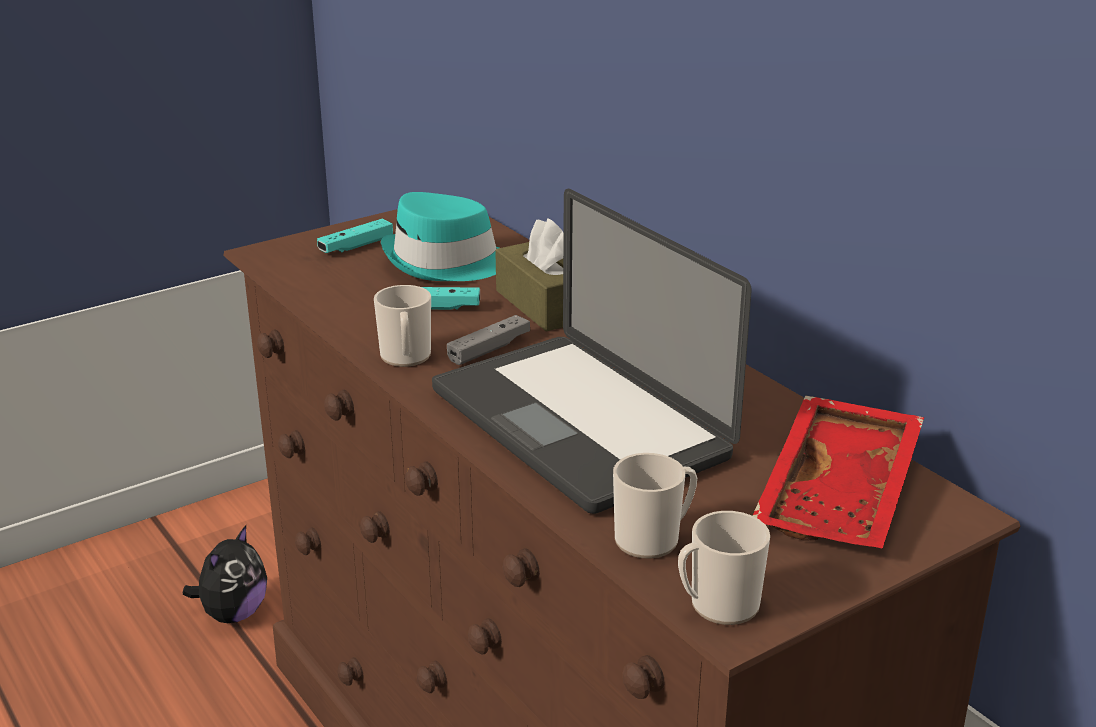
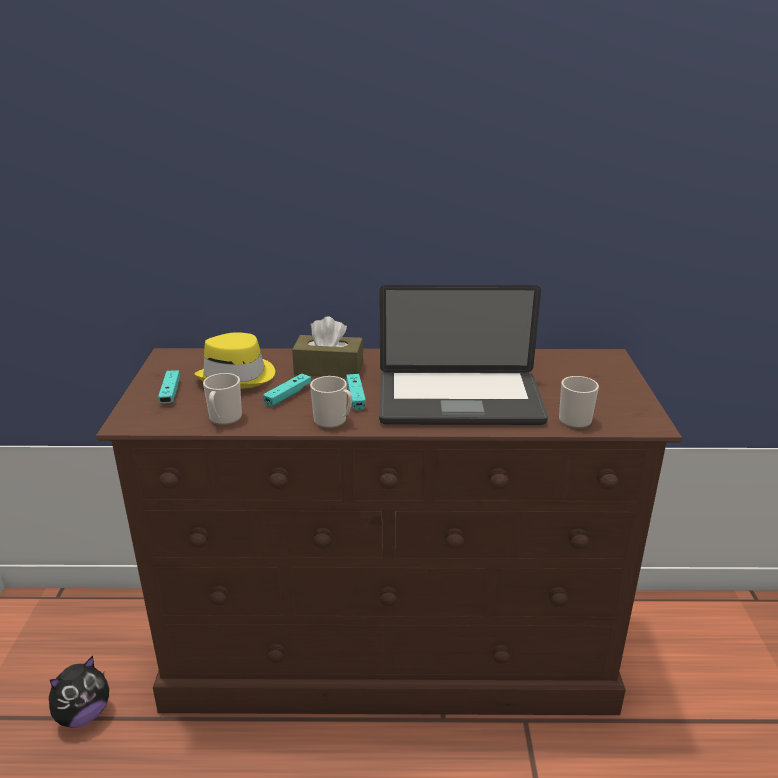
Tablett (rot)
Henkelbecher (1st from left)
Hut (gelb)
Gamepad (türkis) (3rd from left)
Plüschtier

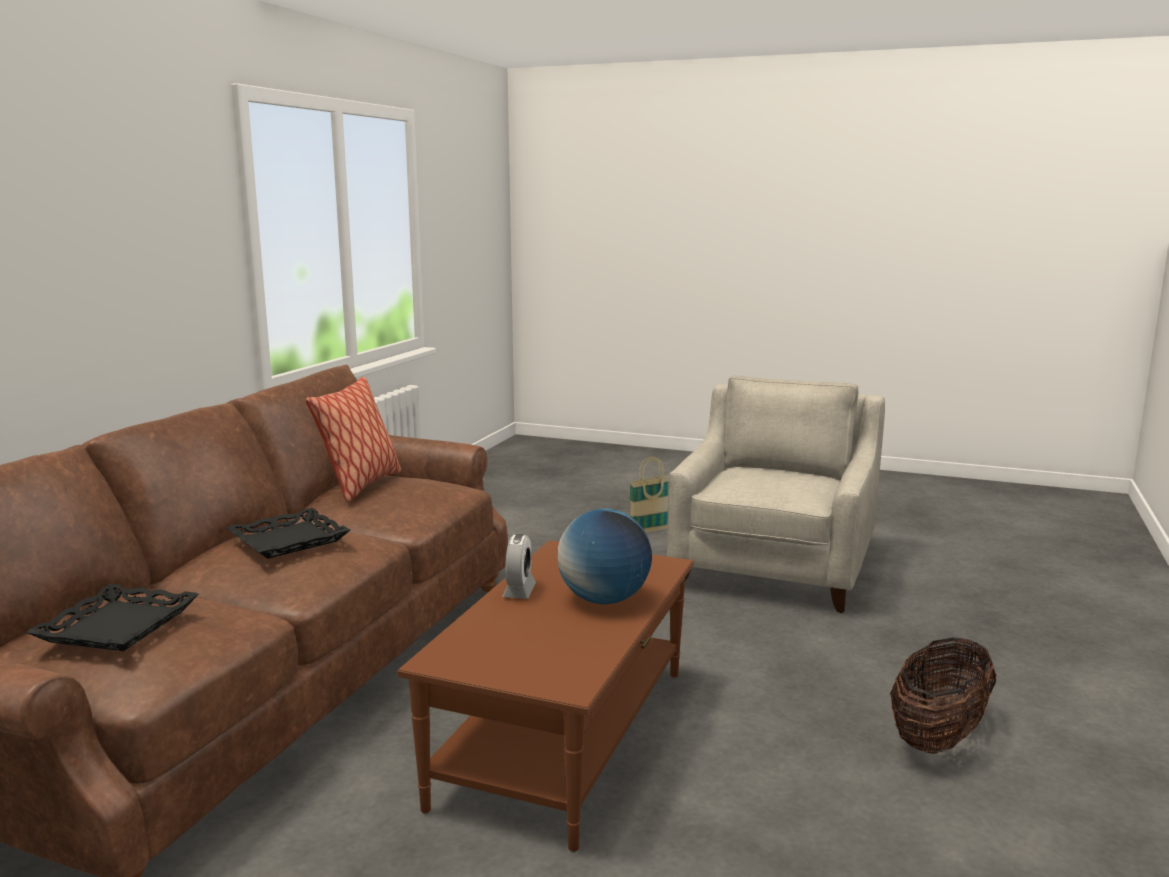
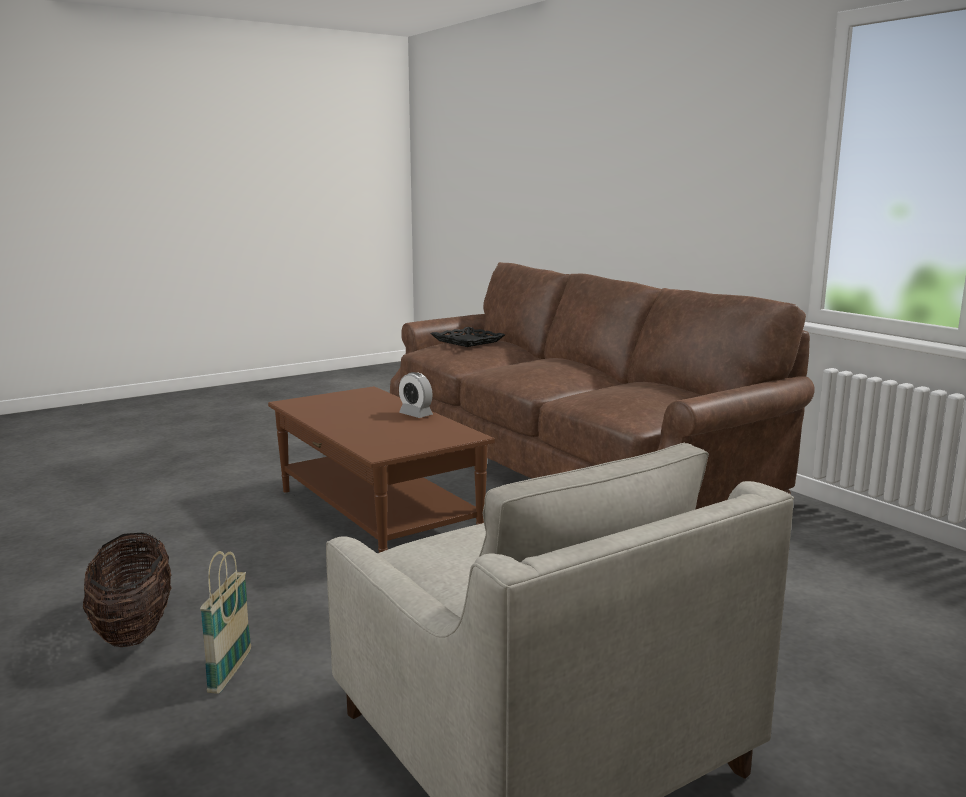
Tablett (schwarz) (2nd from left in the first image)
Kissen
Globus
Korb (2nd from left)

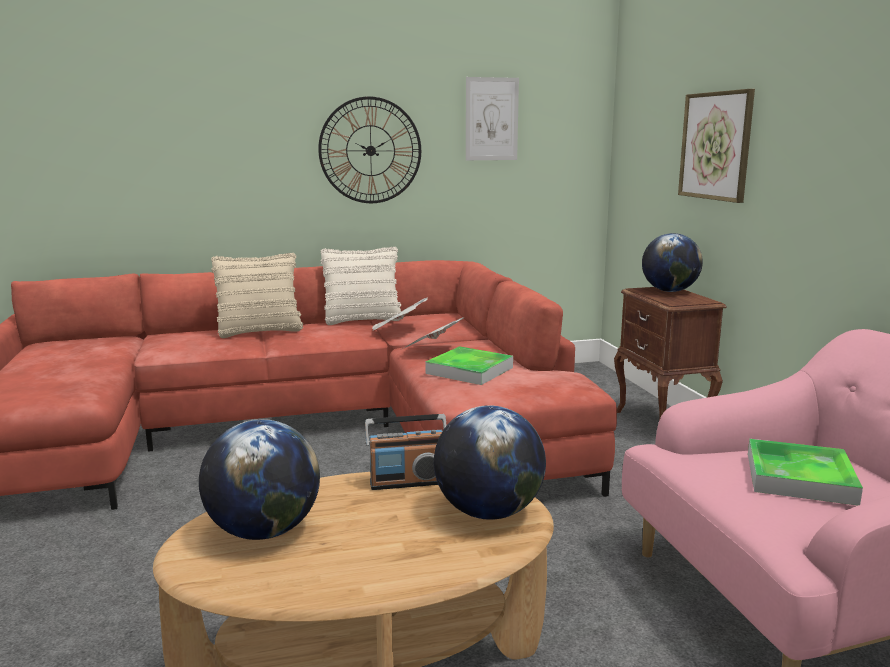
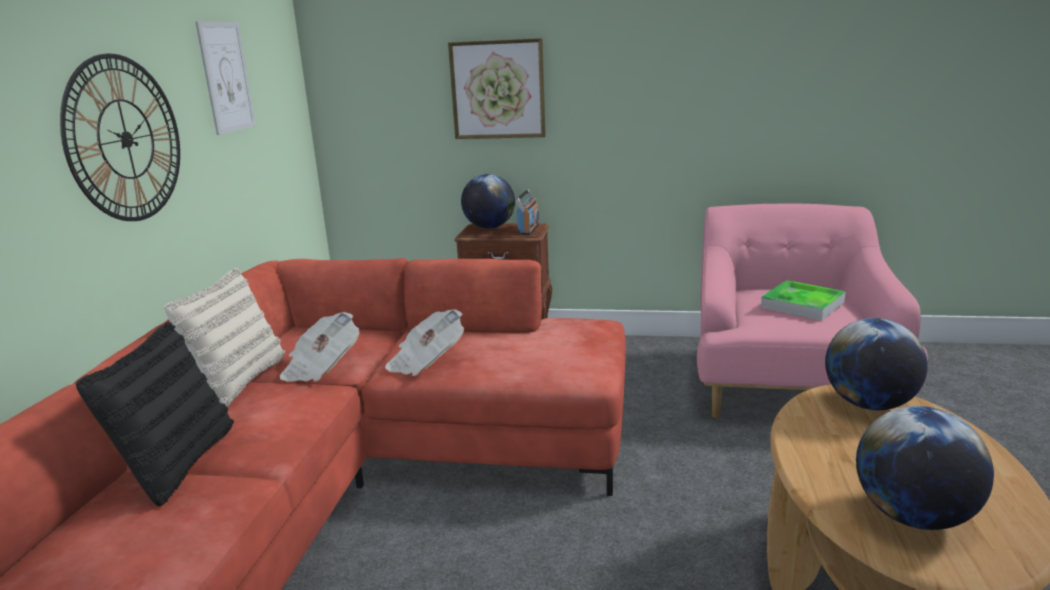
Tablett (1st from left in the first image)
Radio
Kissen (schwarz)

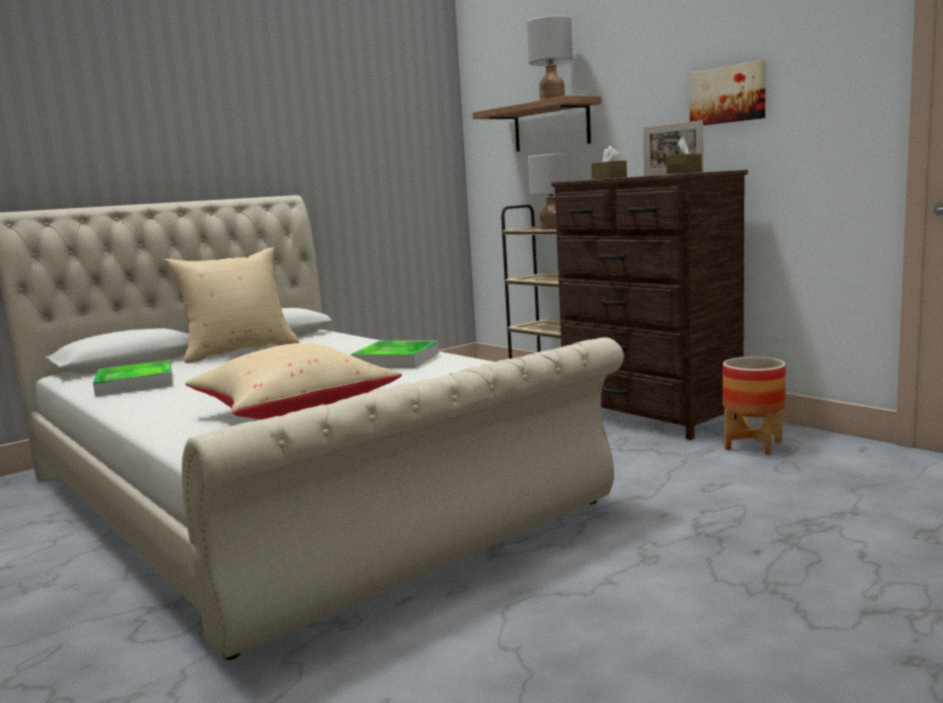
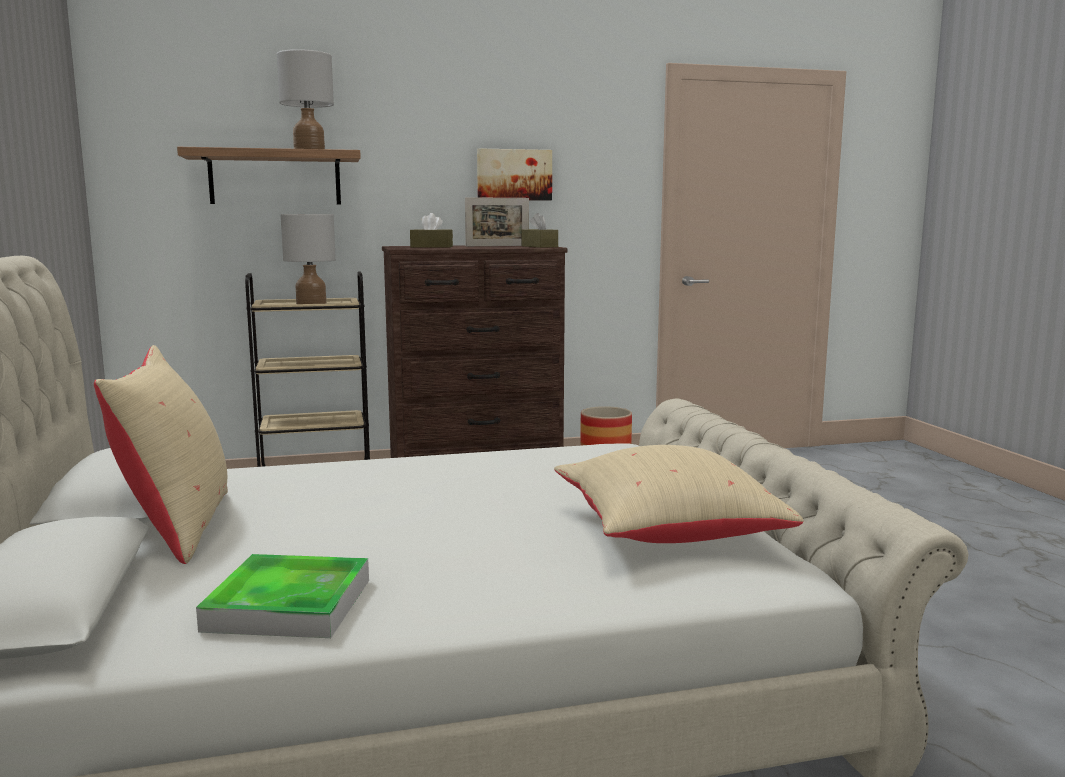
Tablett (2nd from left in the first image)

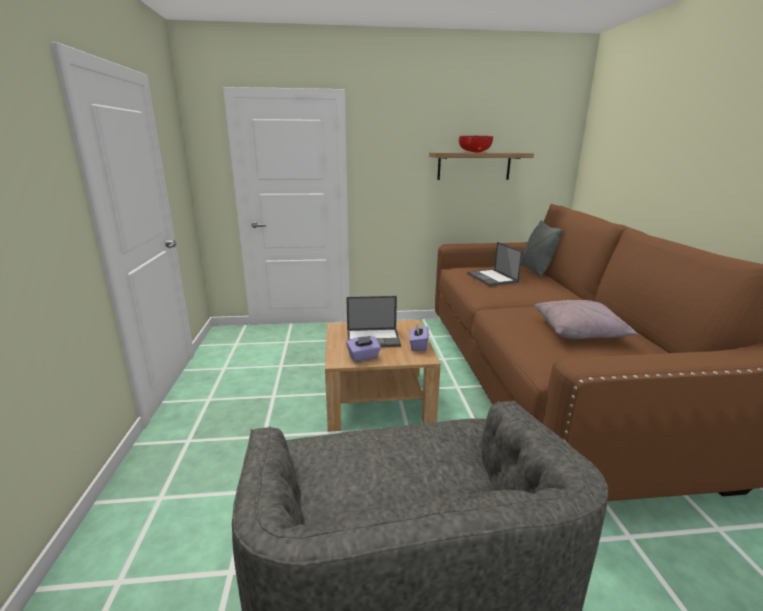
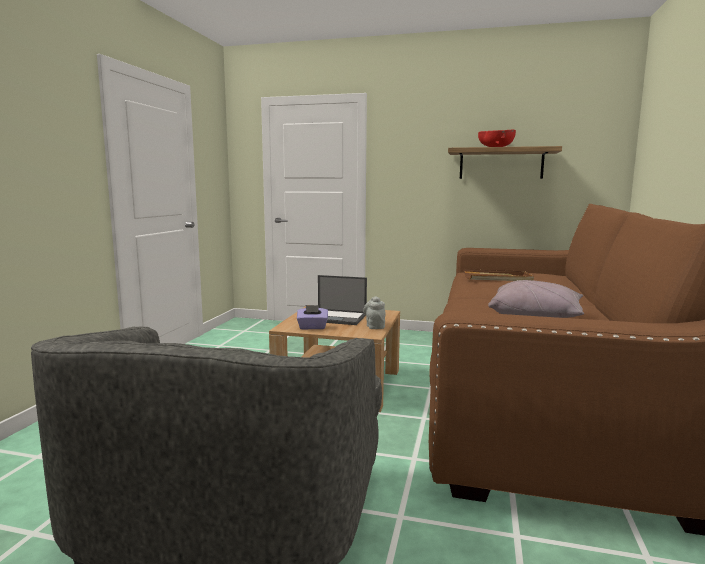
Kissen (grau)
Teekanne (grau)
Tablett (braun)

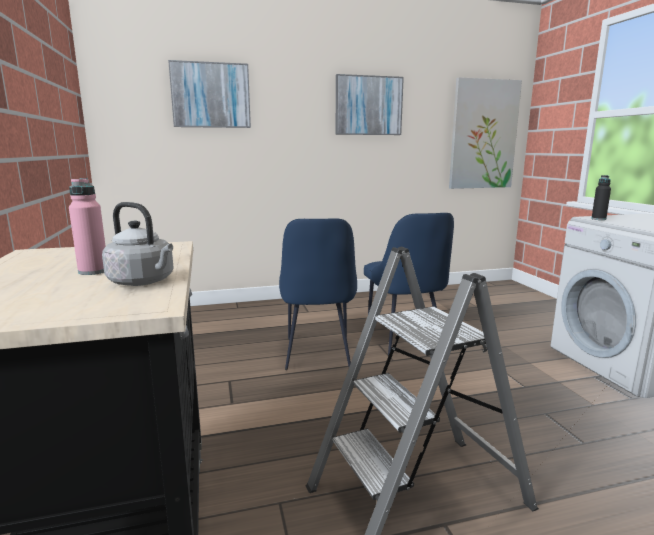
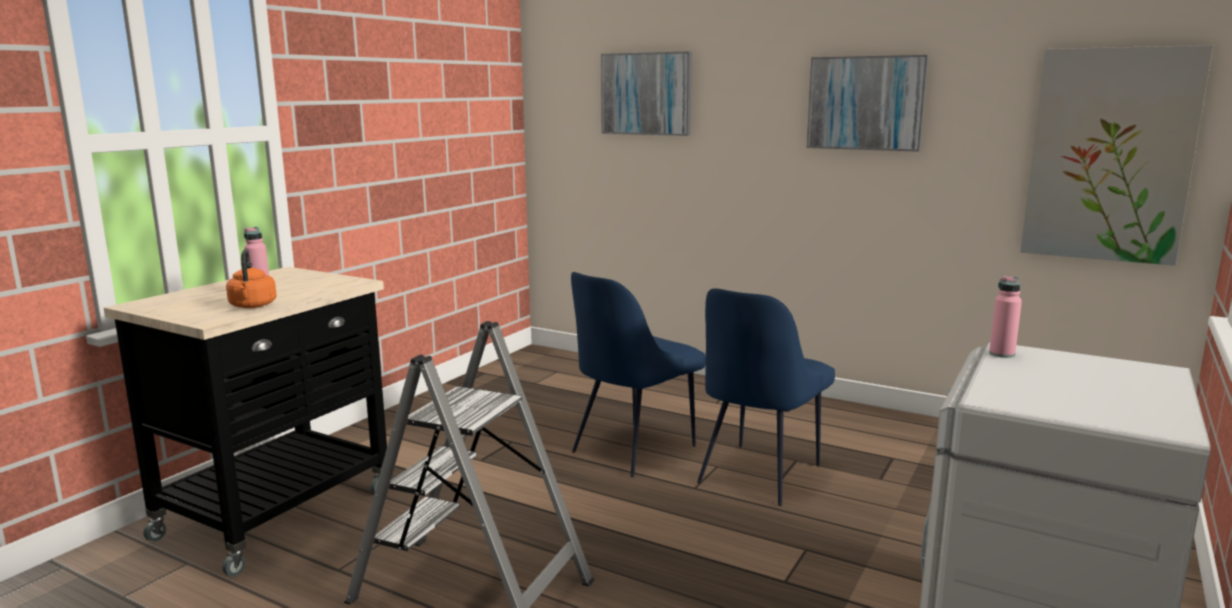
Wasserkessel (orange)
Flasche (rosa) (2nd from left)

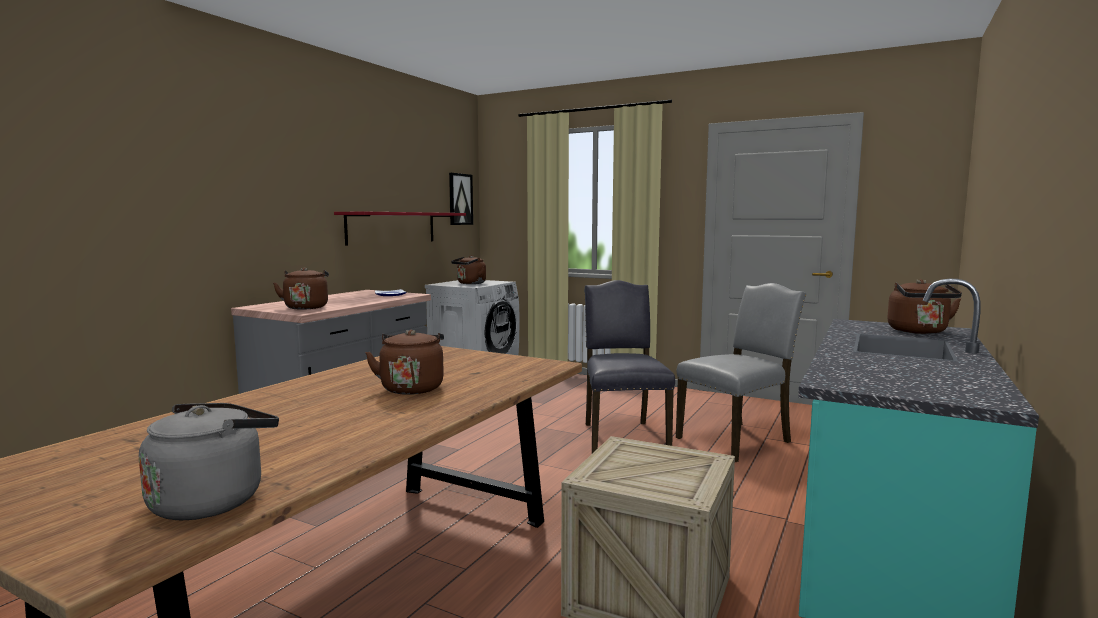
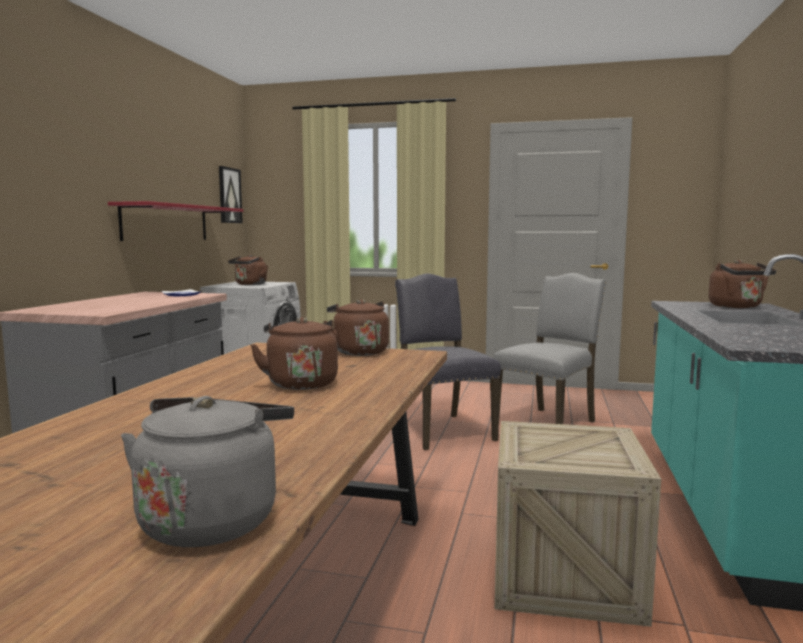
Wasserkessel (braun) (3rd from left)

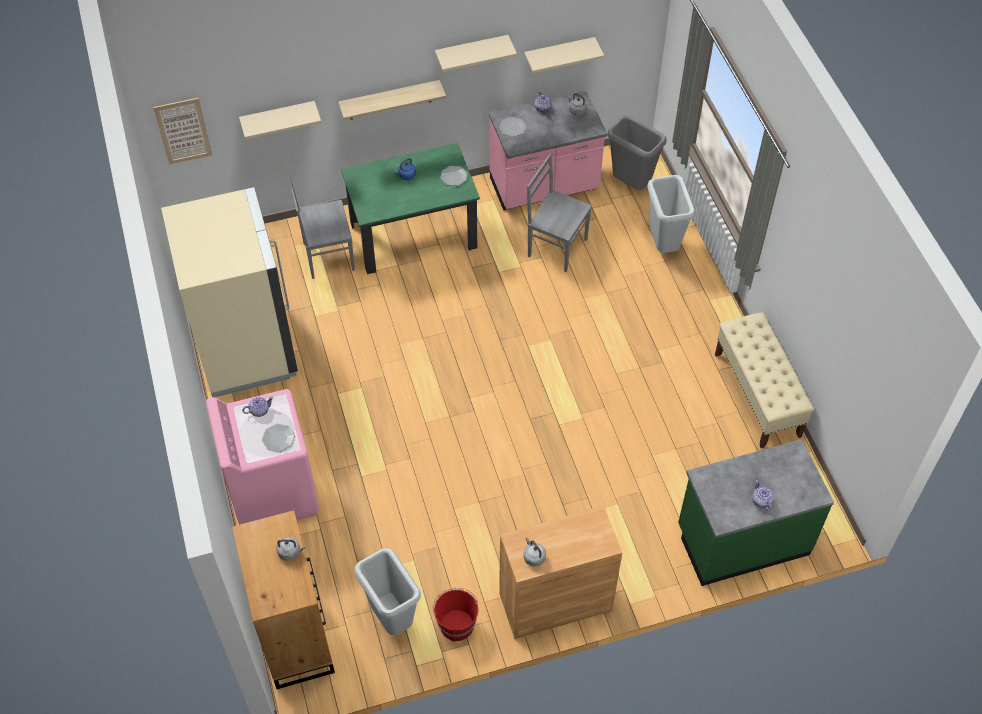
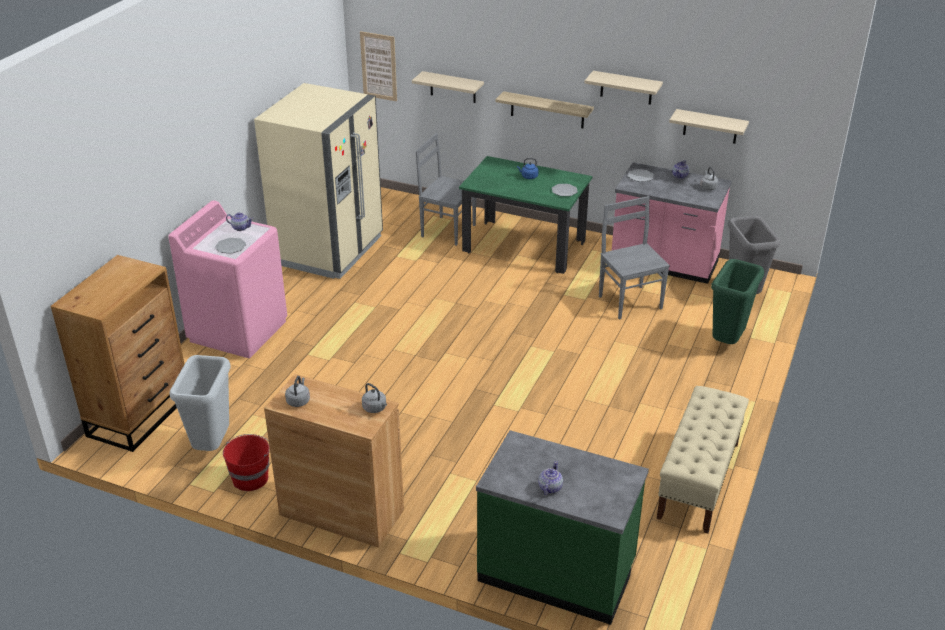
Wasserkessel (grau) (2nd from left)
Mülleimer (grün)

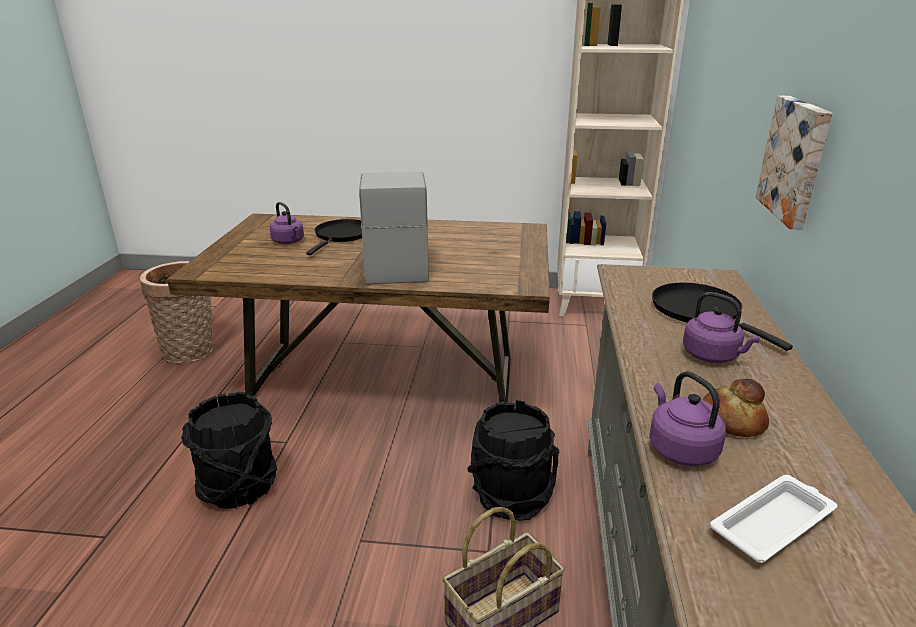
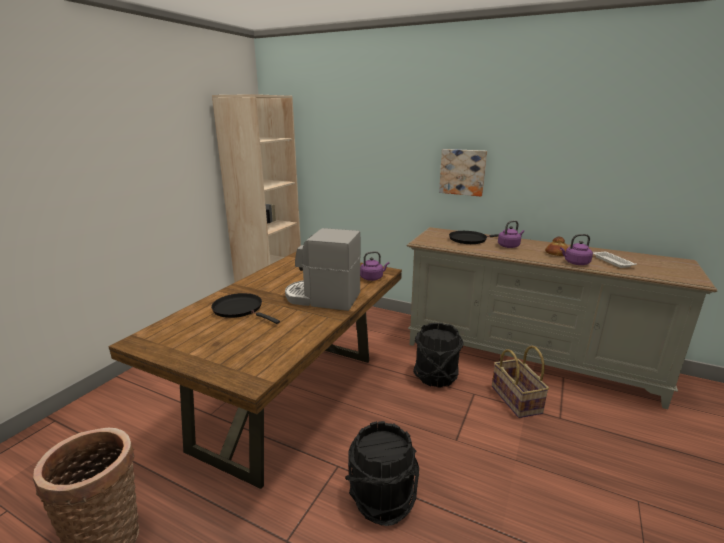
Wasserkessel (lila) (1st from left)

